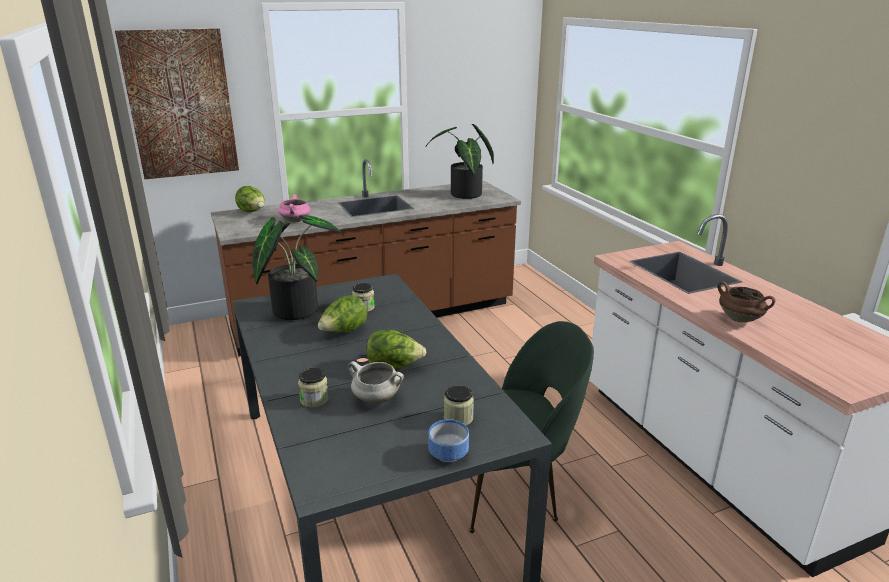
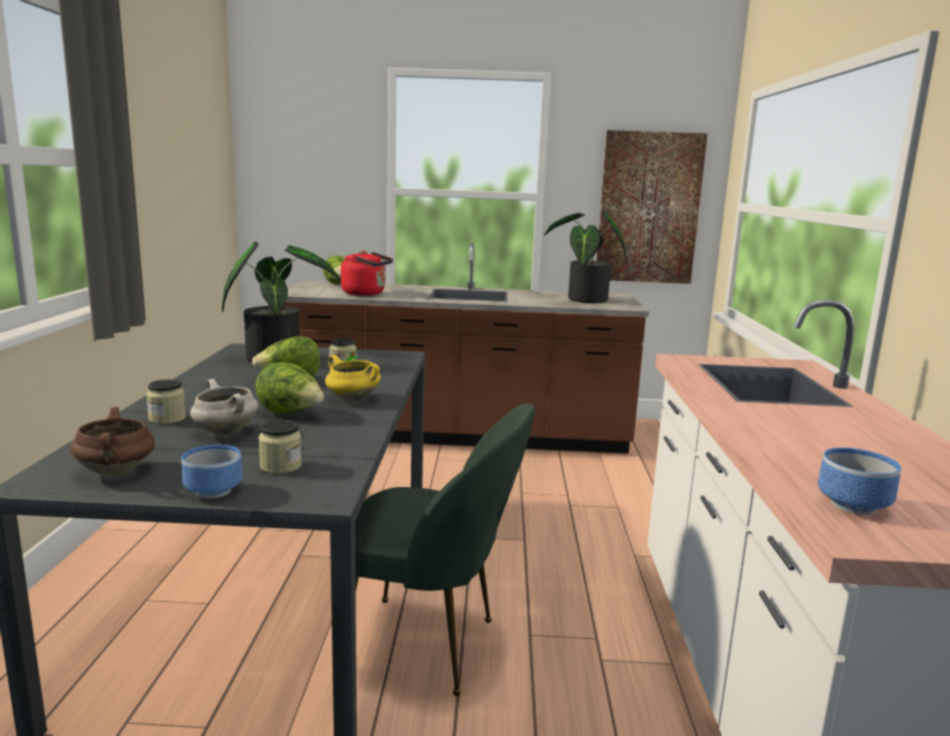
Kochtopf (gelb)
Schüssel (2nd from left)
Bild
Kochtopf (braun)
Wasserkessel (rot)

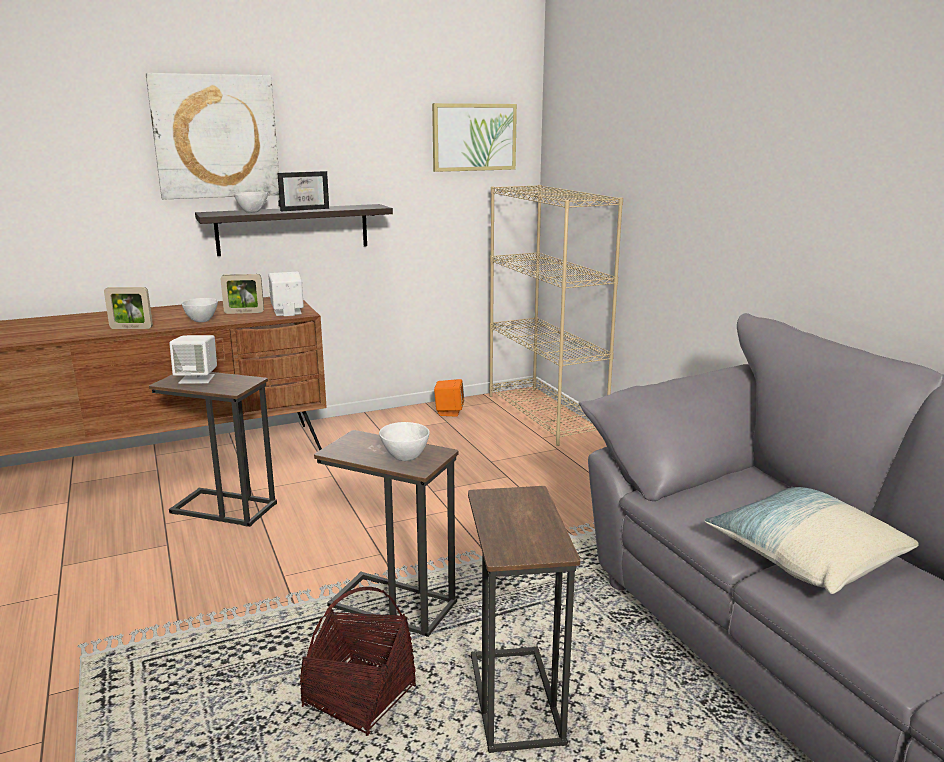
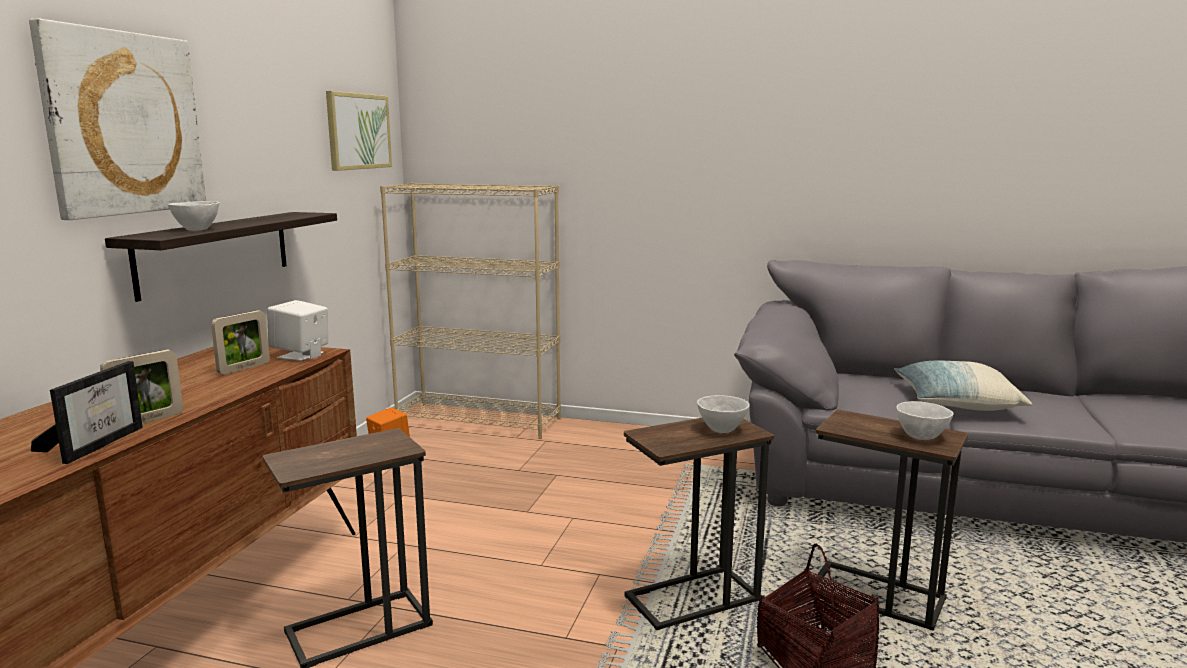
Lautsprecher (weiß) (1st from left in the first image)
Schüssel (weiß) (3rd from left)
Bilderrahmen (1st from left)

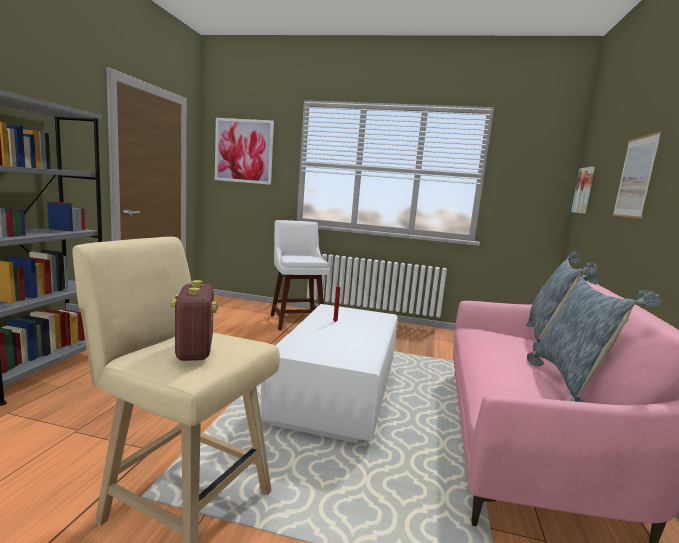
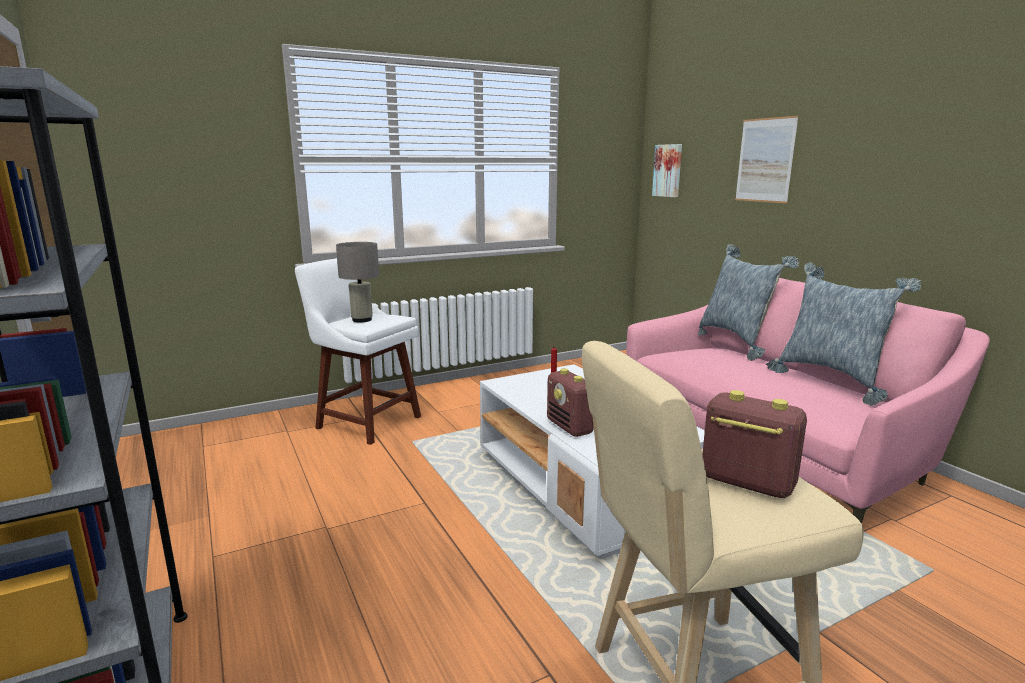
Bild (1st from left in the first image)
Tischlampe (grau)
Radio (1st from left)

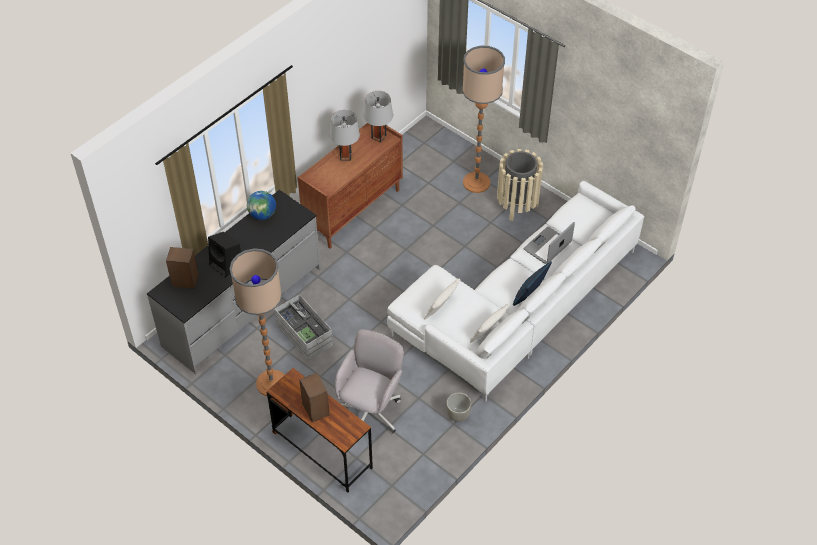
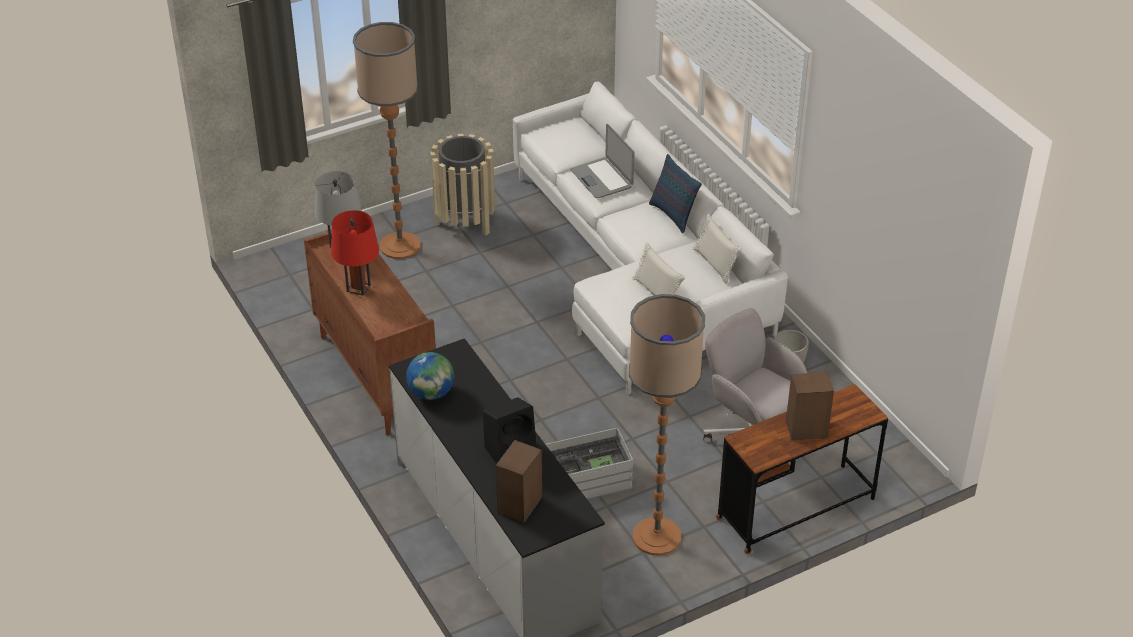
Tischlampe (rot)

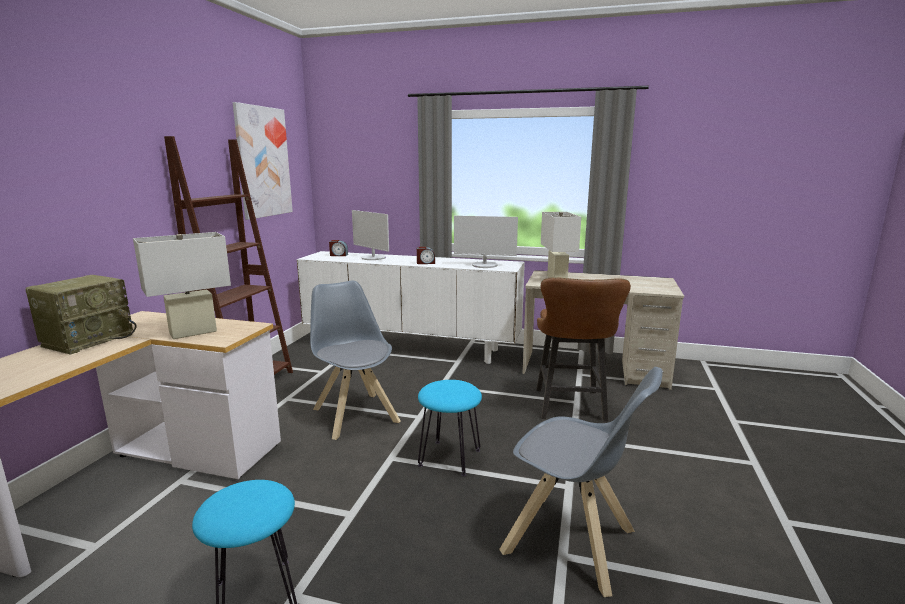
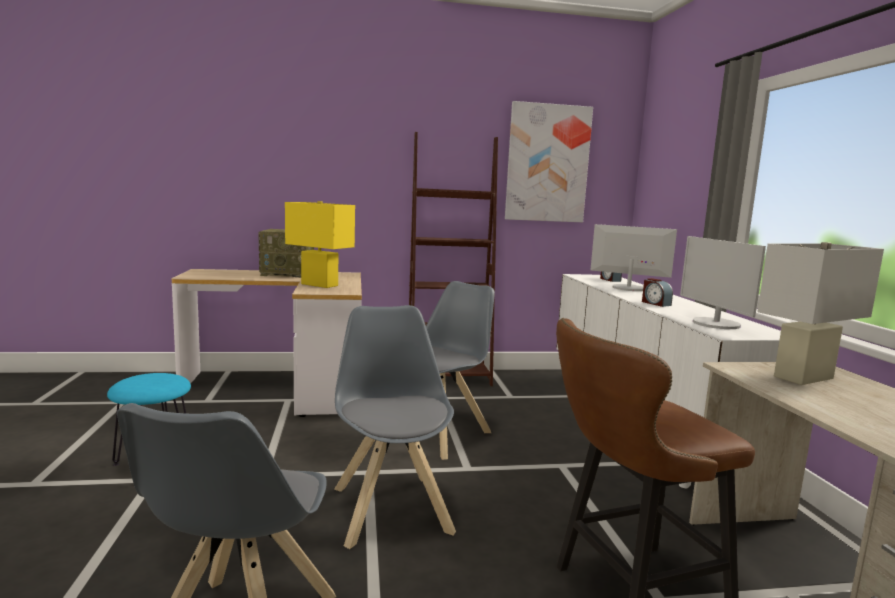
Stuhl (grau) (2nd from left)
Tischlampe (gelb)
Monitor (1st from left)

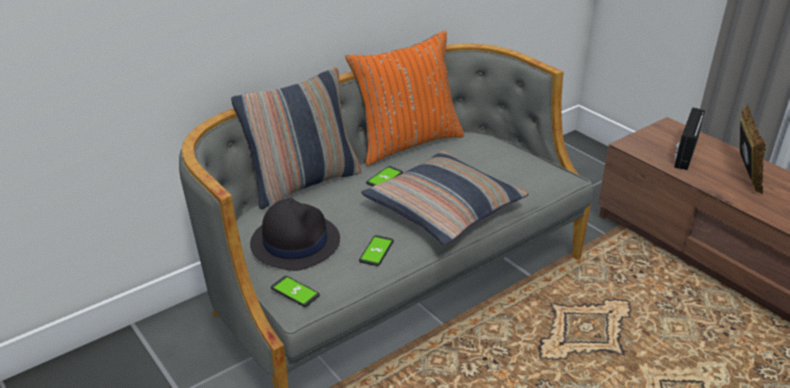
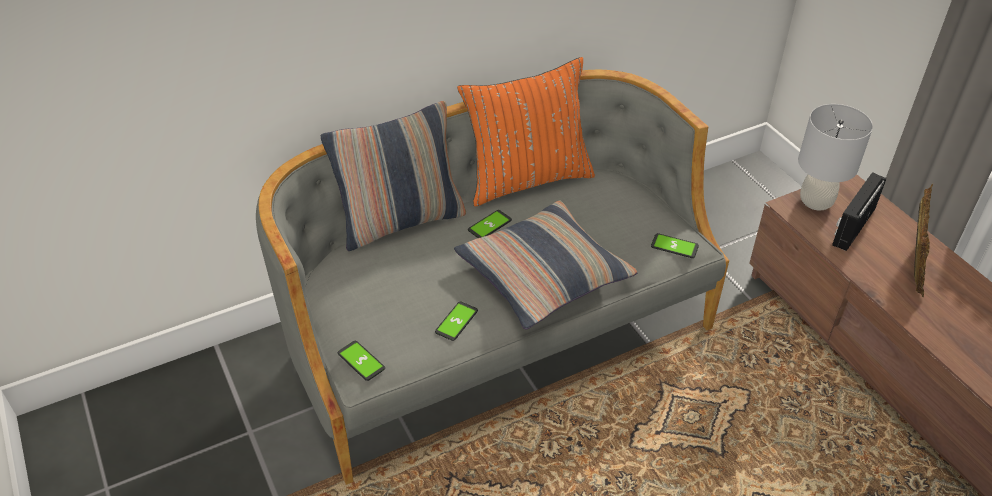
Hut (schwarz)
Handy (4th from left)
Tischlampe (grau)

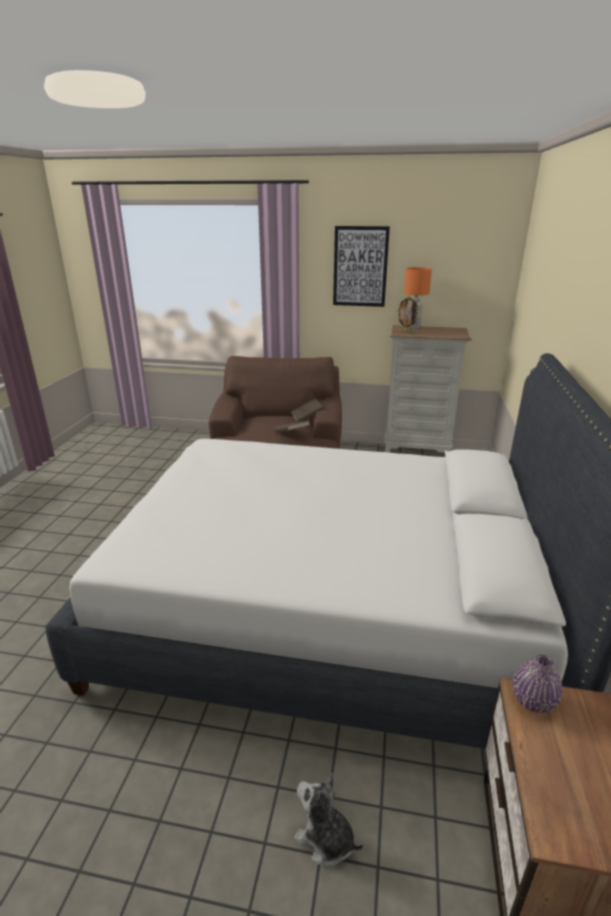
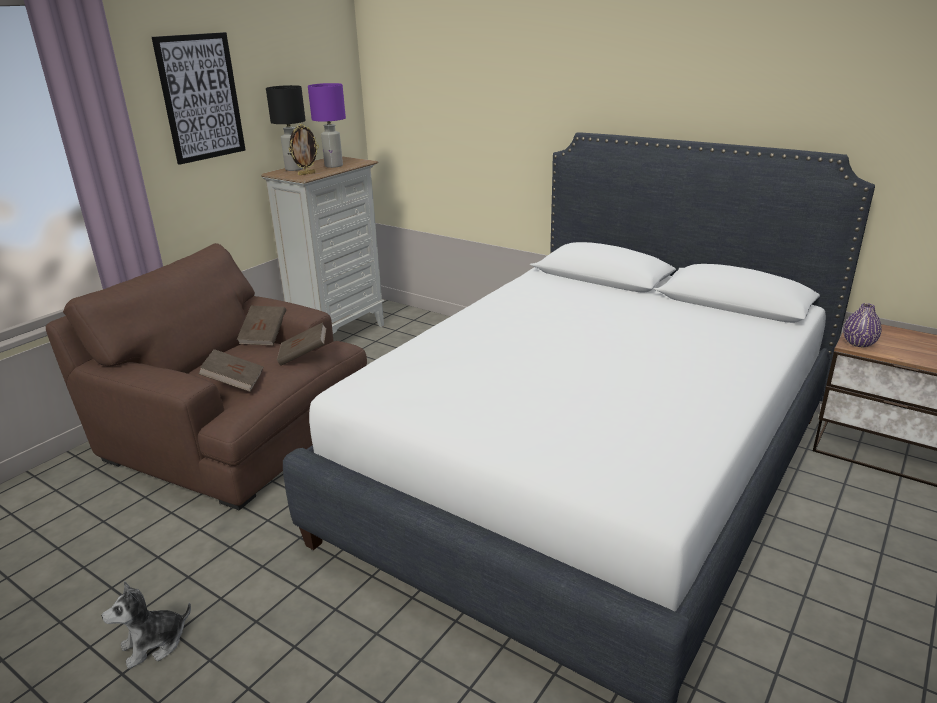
Buch (braun) (1st from left)
Tischlampe (lila)
Plüschtier
Tischlampe (schwarz)

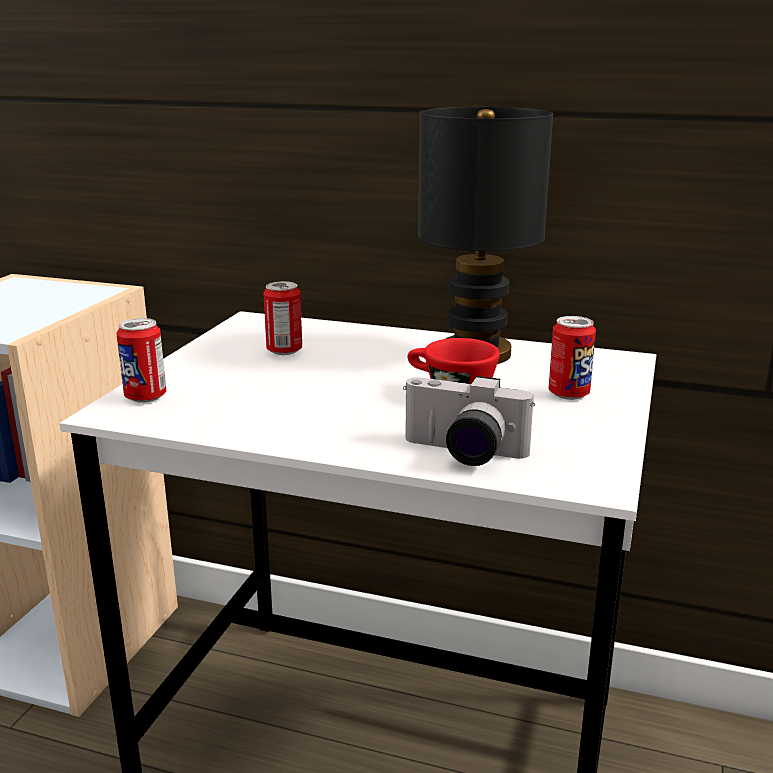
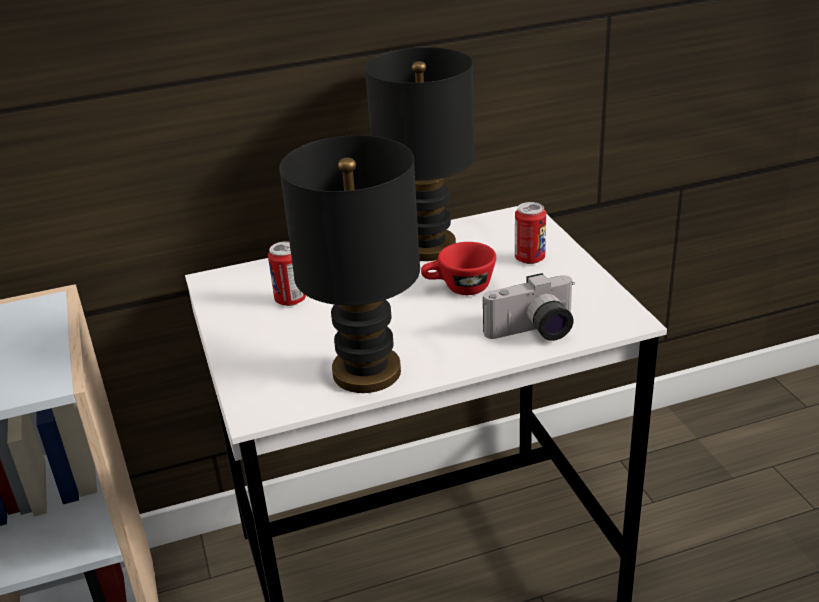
Dose (1st from left in the first image)
Tischlampe (schwarz) (1st from left)

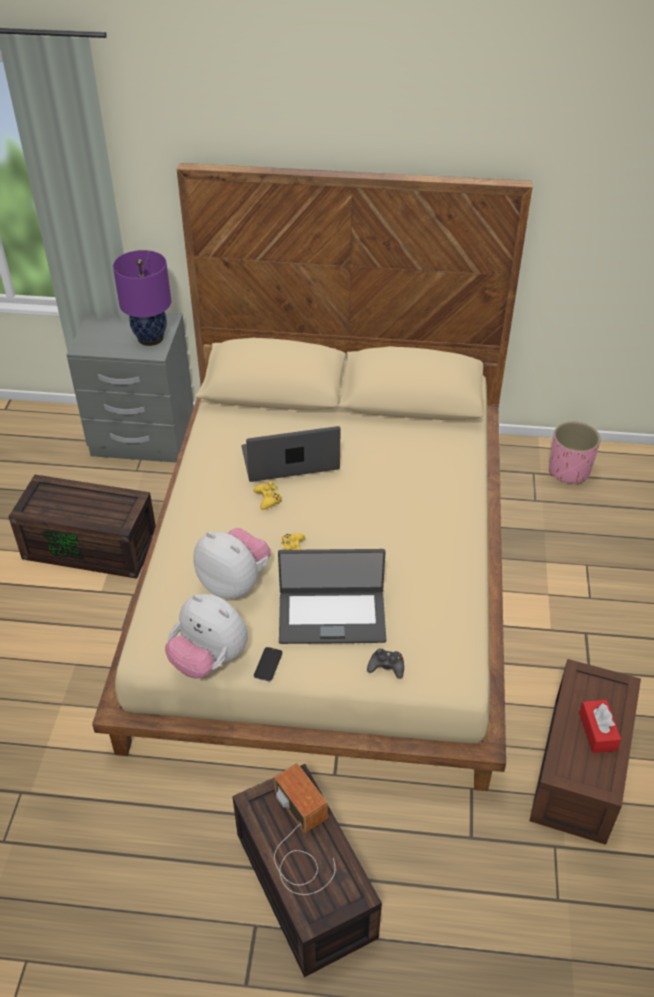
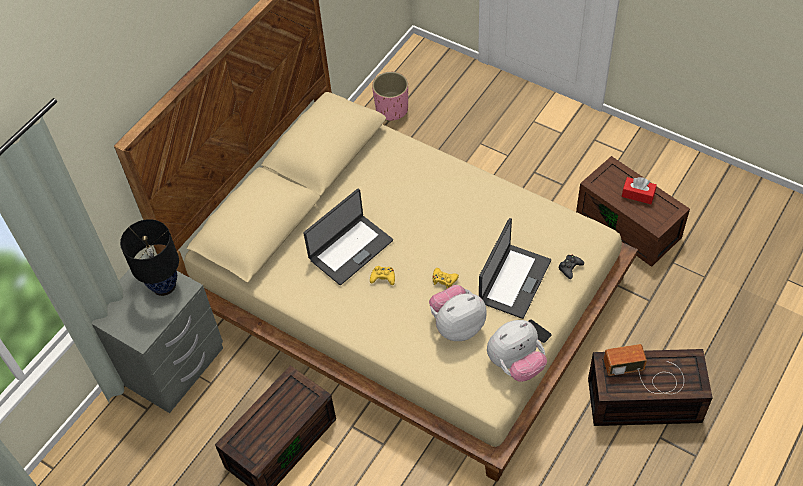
Tischlampe (schwarz)
Laptop (1st from left)

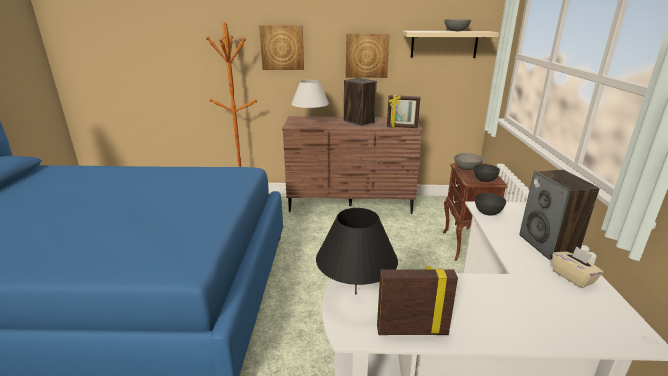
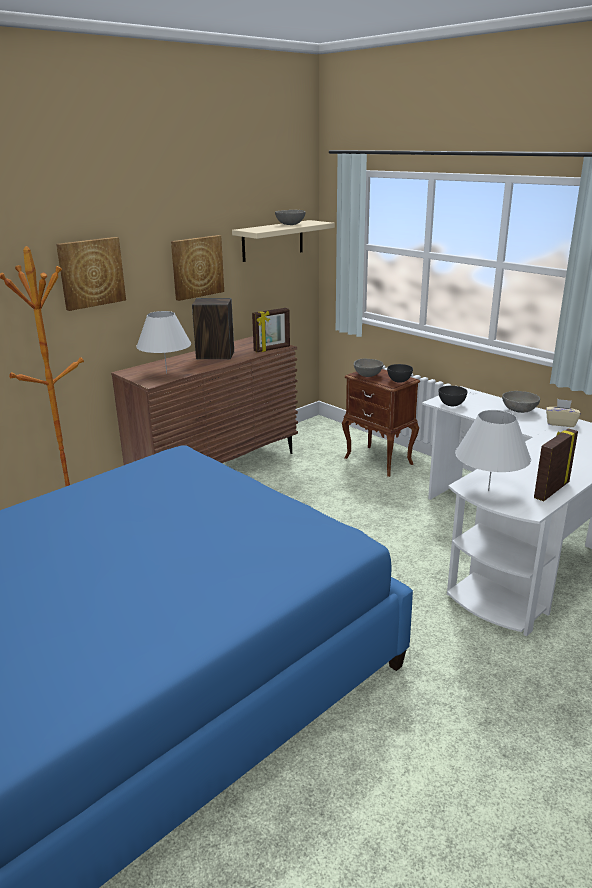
Schüssel (grau) (5th from left)
Tischlampe (weiß) (2nd from left)

